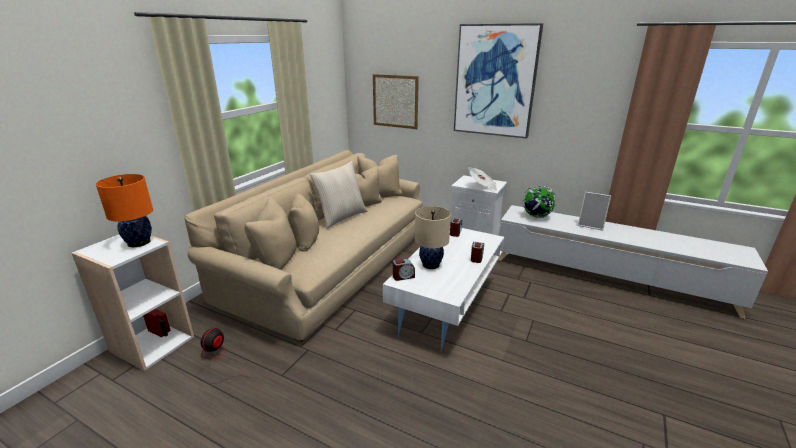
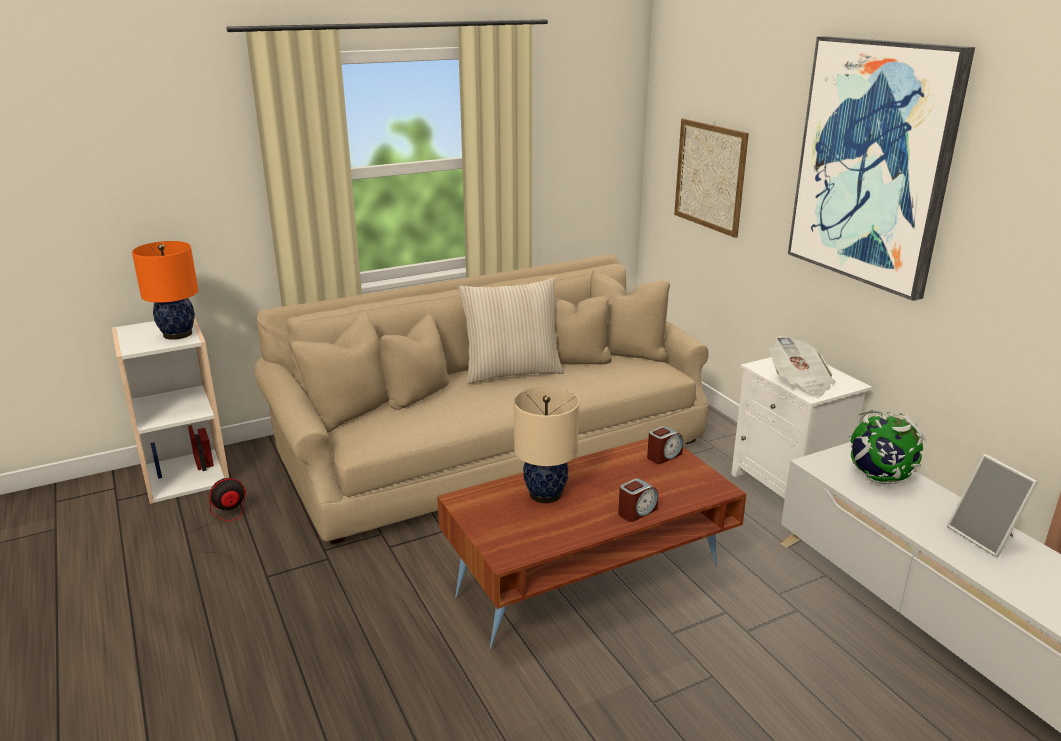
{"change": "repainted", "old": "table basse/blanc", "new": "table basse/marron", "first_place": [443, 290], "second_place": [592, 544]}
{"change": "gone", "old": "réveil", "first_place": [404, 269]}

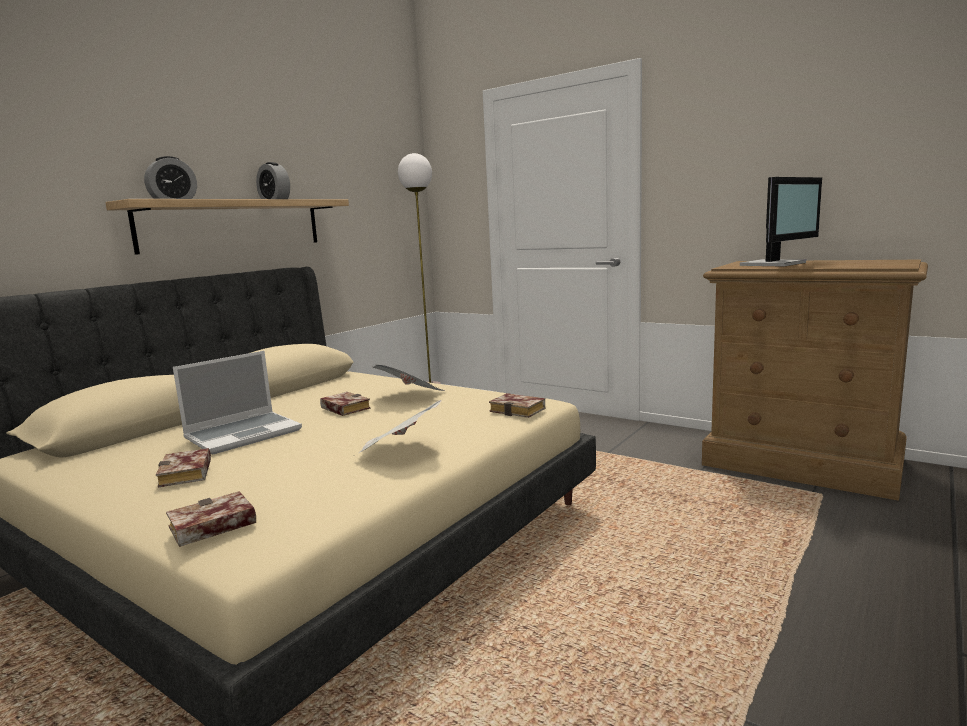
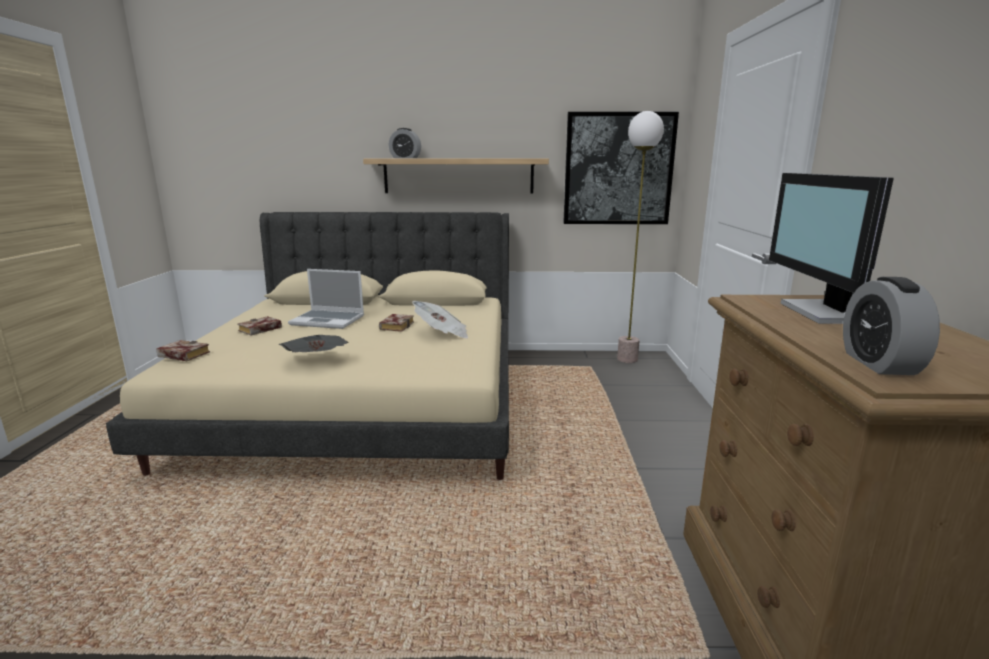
{"change": "shifted", "old": "réveil", "first_place": [273, 180], "second_place": [891, 326]}
{"change": "rotated", "old": "écran d'ordinateur", "first_place": [781, 222], "second_place": [831, 248], "degrees": 75}
{"change": "gone", "old": "livre", "first_place": [517, 405]}
{"change": "new", "new": "tableau", "second_place": [621, 168]}

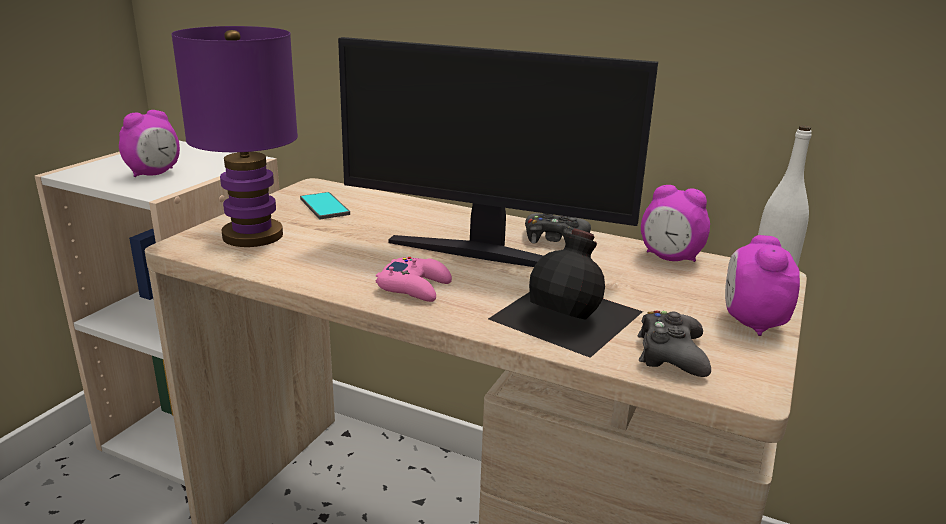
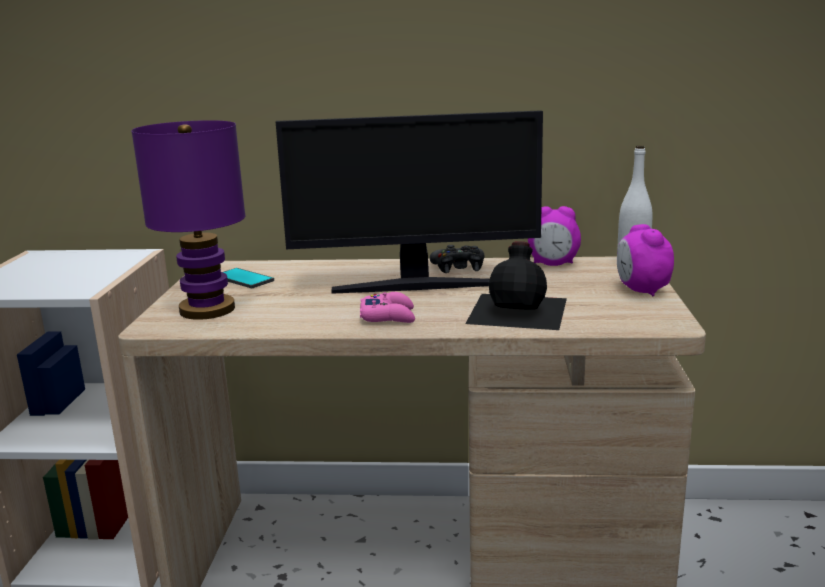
{"change": "gone", "old": "réveil", "first_place": [149, 143]}
{"change": "gone", "old": "manette/noir", "first_place": [674, 344]}

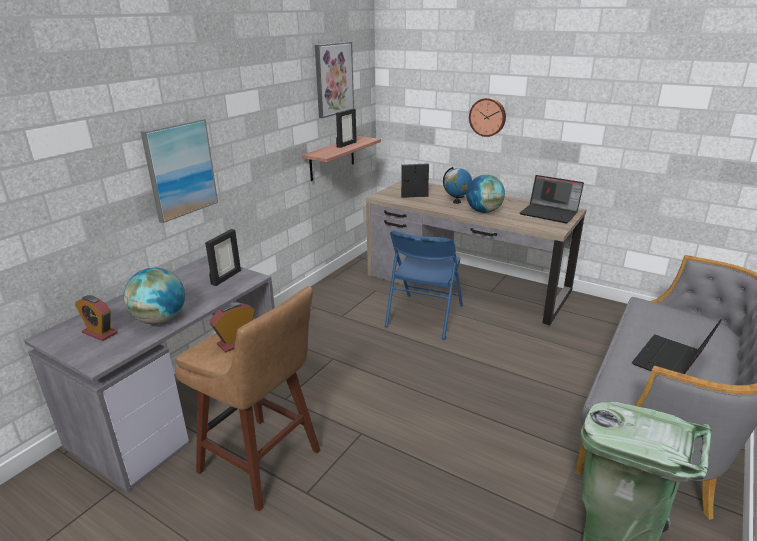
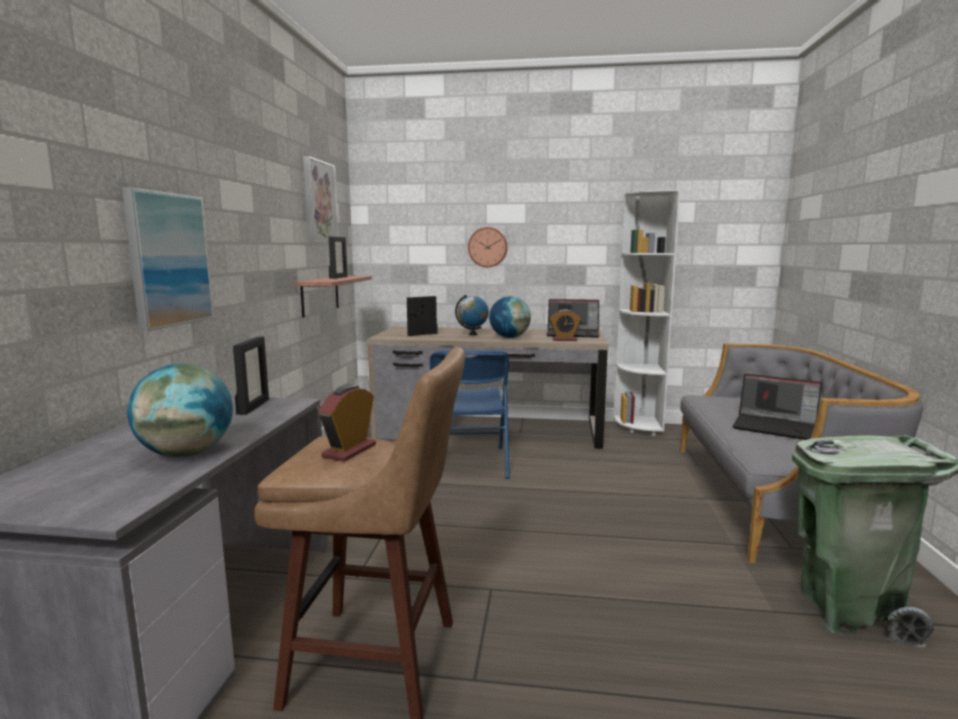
{"change": "shifted", "old": "réveil", "first_place": [96, 318], "second_place": [565, 325]}
{"change": "rotated", "old": "ordinateur portable", "first_place": [677, 346], "second_place": [777, 407], "degrees": -75}
{"change": "new", "new": "bibliothèque/blanc", "second_place": [647, 312]}

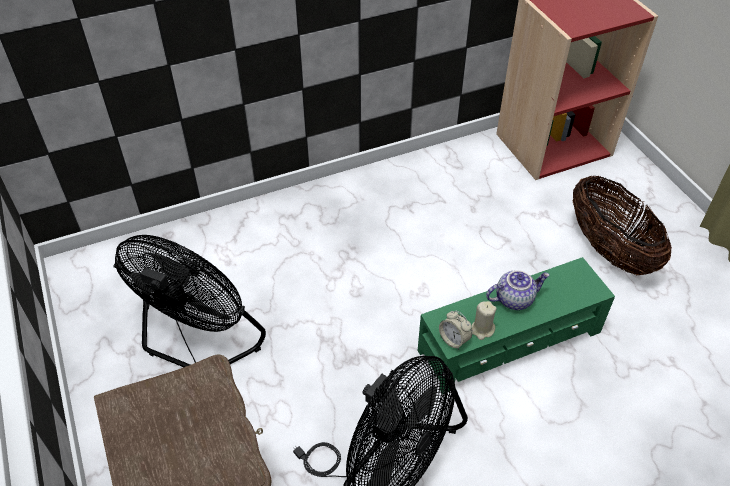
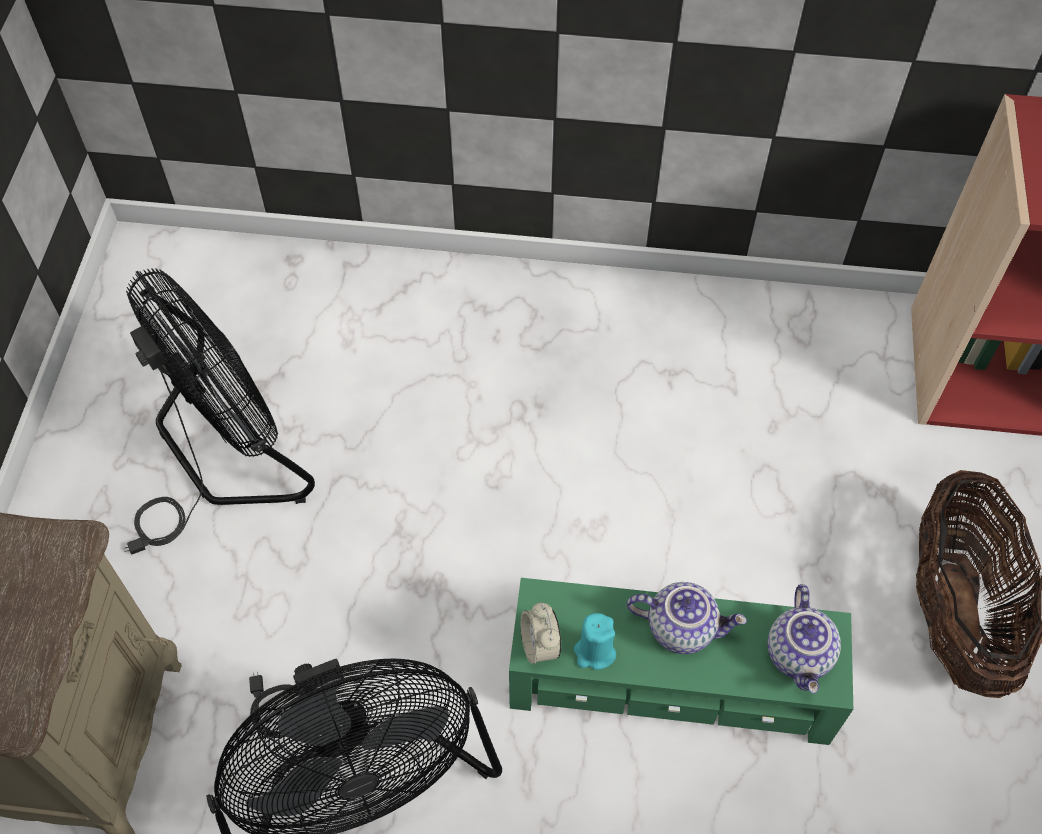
{"change": "repainted", "old": "bougie/beige", "new": "bougie/turquoise", "first_place": [484, 320], "second_place": [595, 641]}
{"change": "new", "new": "théière", "second_place": [804, 639]}

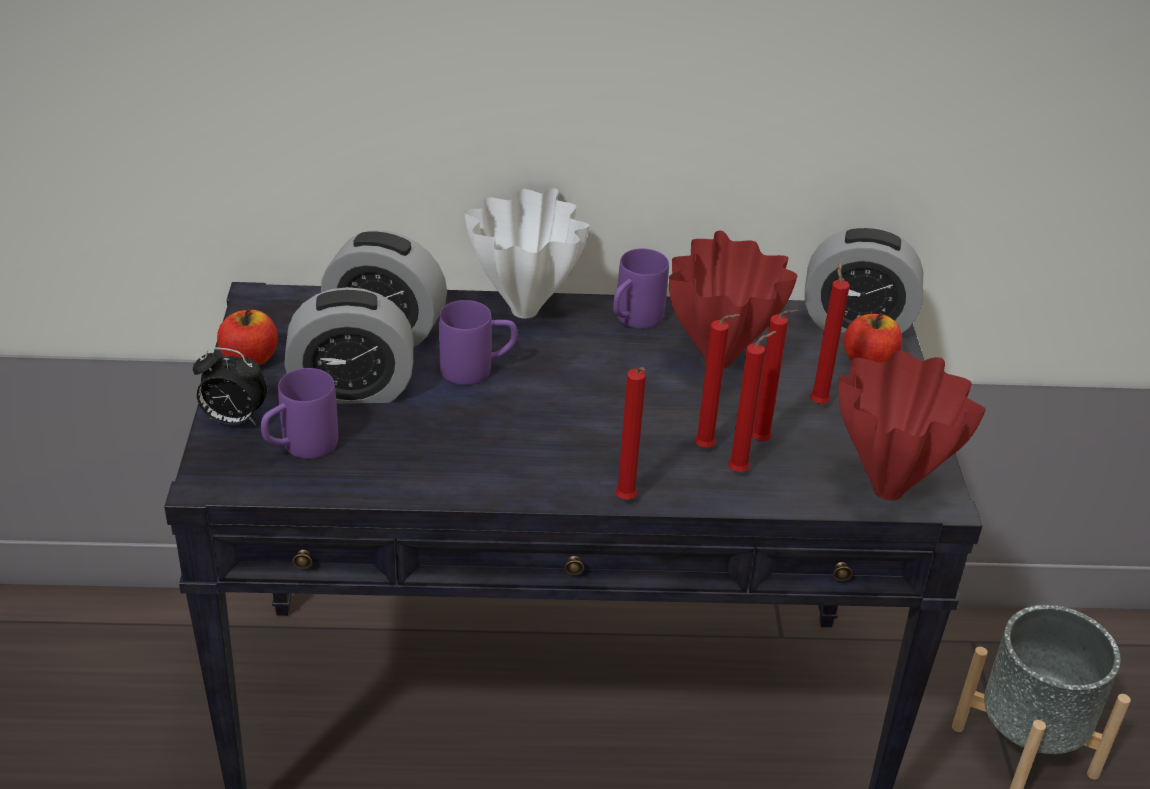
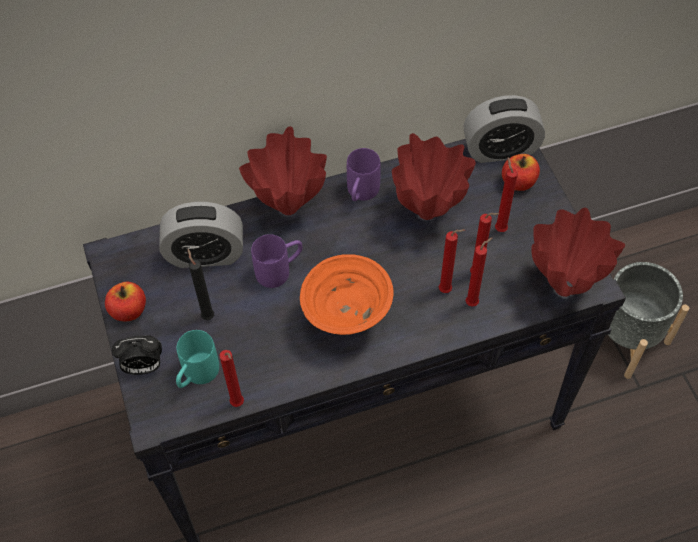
{"change": "repainted", "old": "vase/blanc", "new": "vase/rouge", "first_place": [527, 254], "second_place": [283, 170]}
{"change": "swapped", "old": "réveil", "new": "bougie/noir", "first_place": [348, 345], "second_place": [201, 284]}
{"change": "shifted", "old": "bougie/rouge", "first_place": [630, 433], "second_place": [231, 378]}
{"change": "repainted", "old": "mug/violet", "new": "mug/turquoise", "first_place": [299, 413], "second_place": [197, 359]}
{"change": "new", "new": "bol/orange", "second_place": [347, 294]}

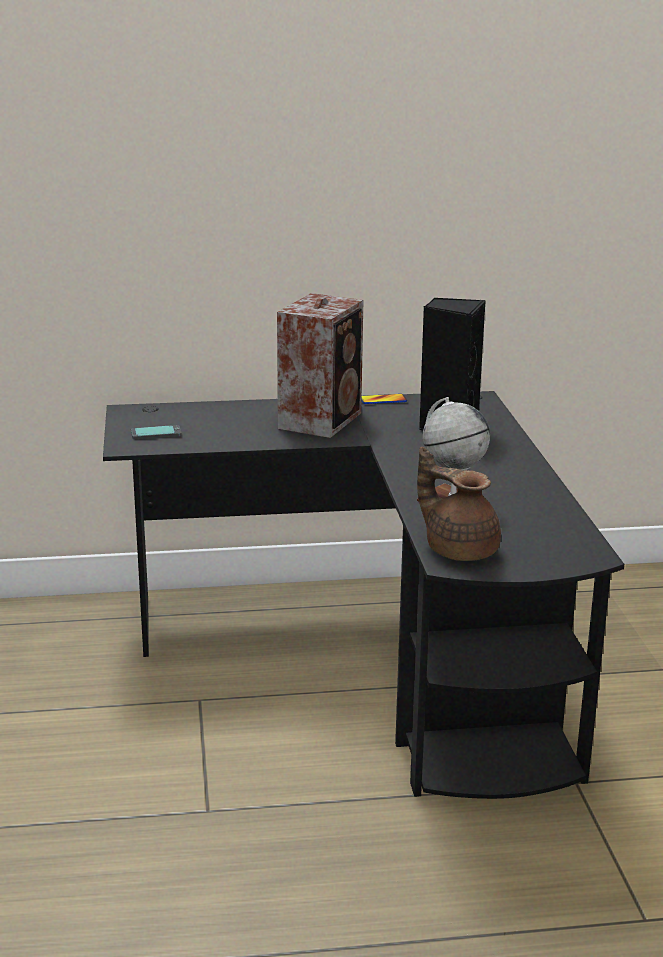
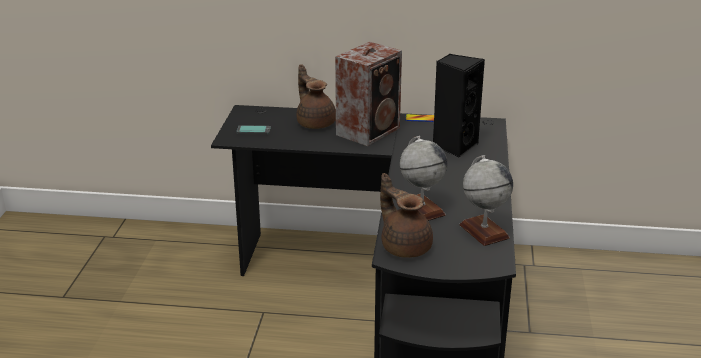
{"change": "new", "new": "théière/marron", "second_place": [316, 96]}
{"change": "new", "new": "globe", "second_place": [486, 200]}

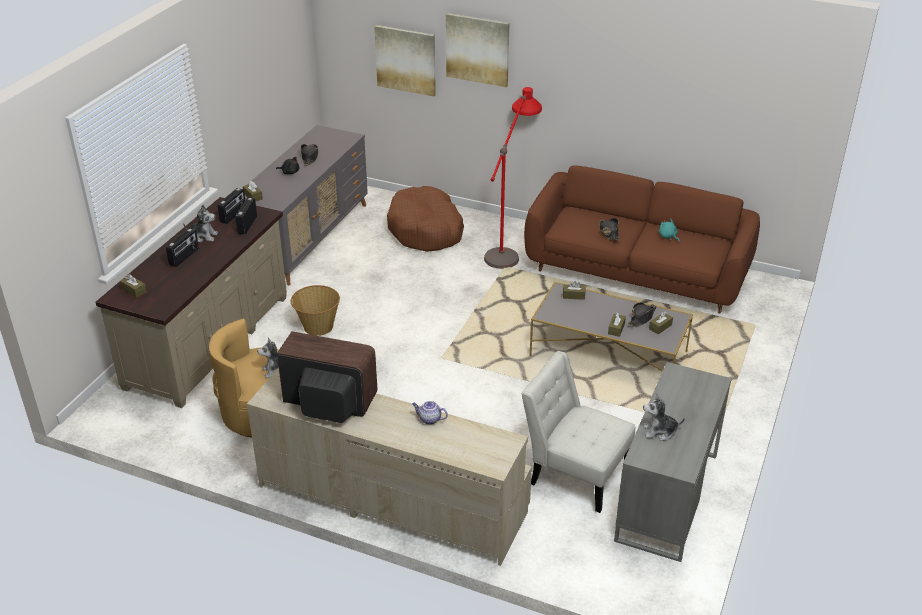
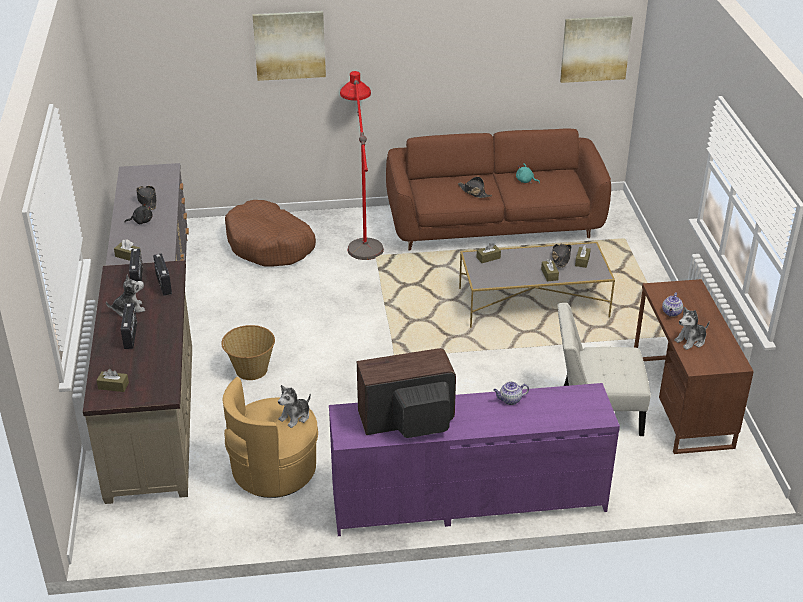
{"change": "shifted", "old": "tableau", "first_place": [405, 60], "second_place": [596, 49]}
{"change": "repainted", "old": "bureau/gris", "new": "bureau/marron", "first_place": [673, 462], "second_place": [694, 366]}
{"change": "repainted", "old": "meuble télé/beige", "new": "meuble télé/violet", "first_place": [389, 467], "second_place": [474, 459]}
{"change": "new", "new": "théière", "second_place": [672, 304]}

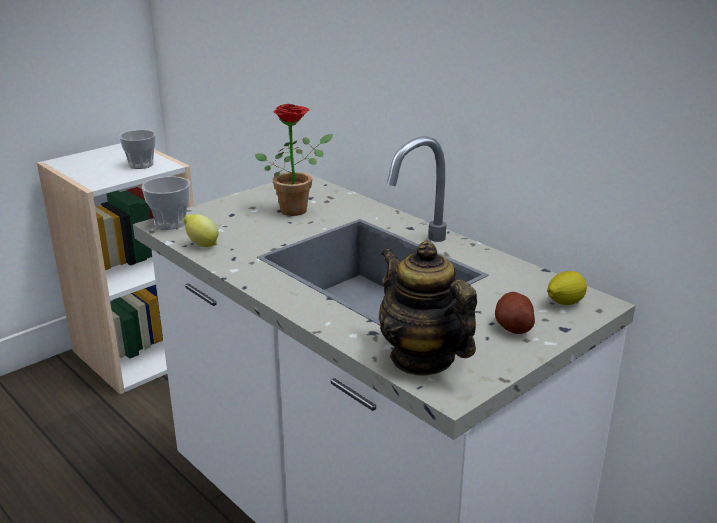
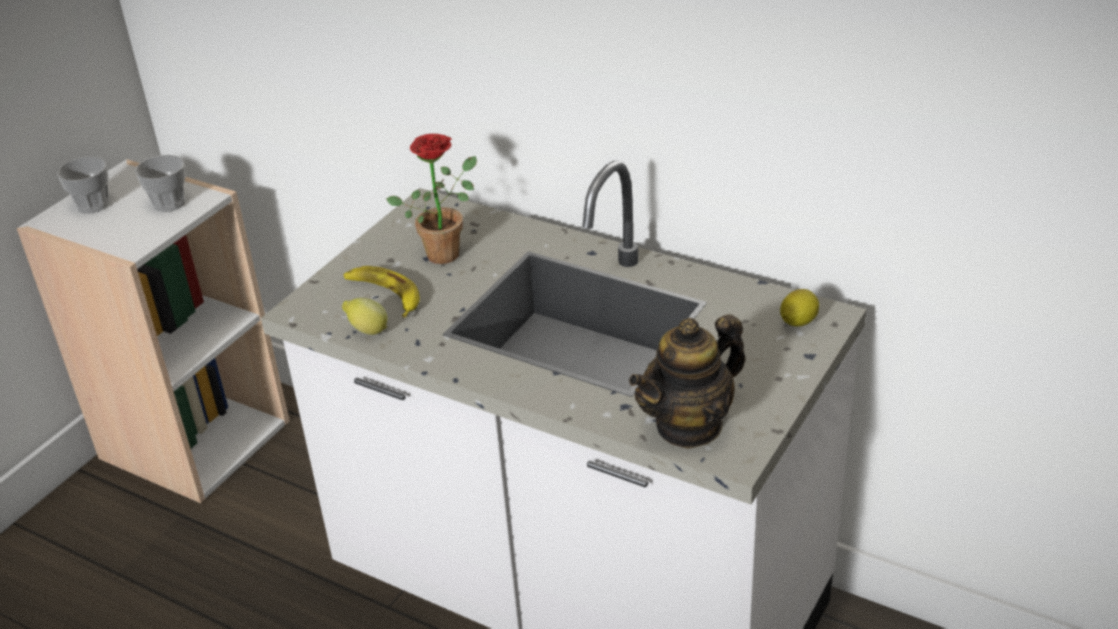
{"change": "shifted", "old": "tasse", "first_place": [166, 203], "second_place": [83, 185]}
{"change": "rotated", "old": "théière", "first_place": [428, 308], "second_place": [687, 381], "degrees": -75}
{"change": "gone", "old": "pomme de terre", "first_place": [515, 313]}
{"change": "new", "new": "banane", "second_place": [382, 292]}

